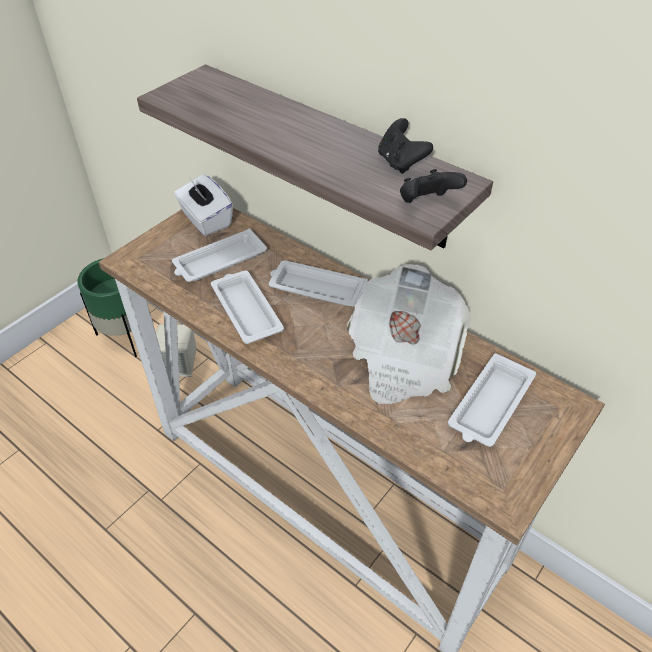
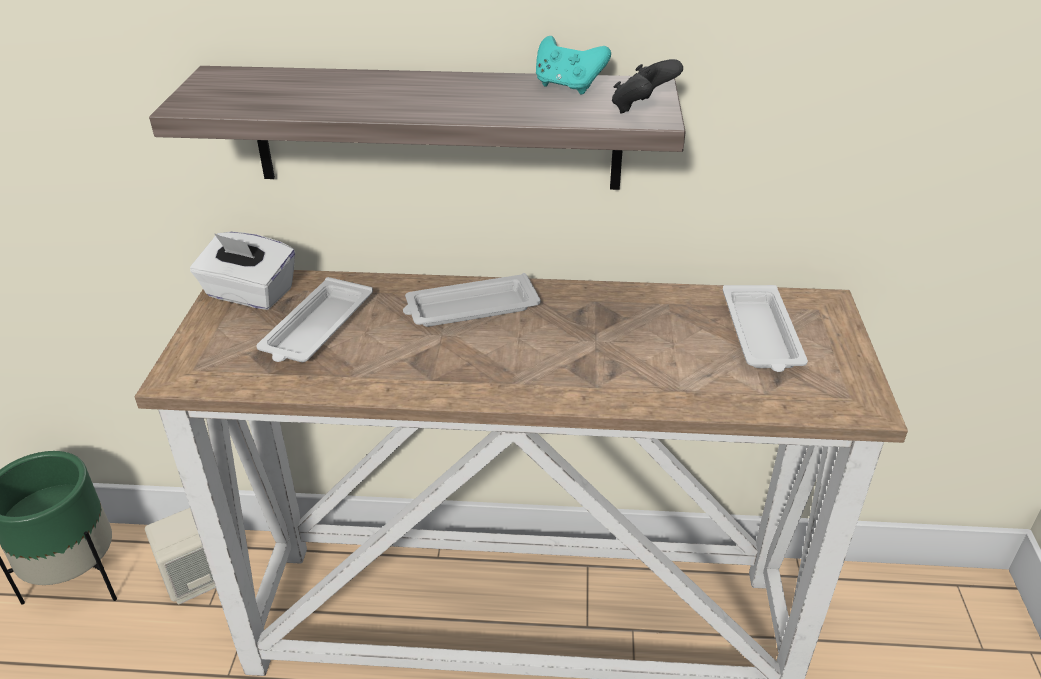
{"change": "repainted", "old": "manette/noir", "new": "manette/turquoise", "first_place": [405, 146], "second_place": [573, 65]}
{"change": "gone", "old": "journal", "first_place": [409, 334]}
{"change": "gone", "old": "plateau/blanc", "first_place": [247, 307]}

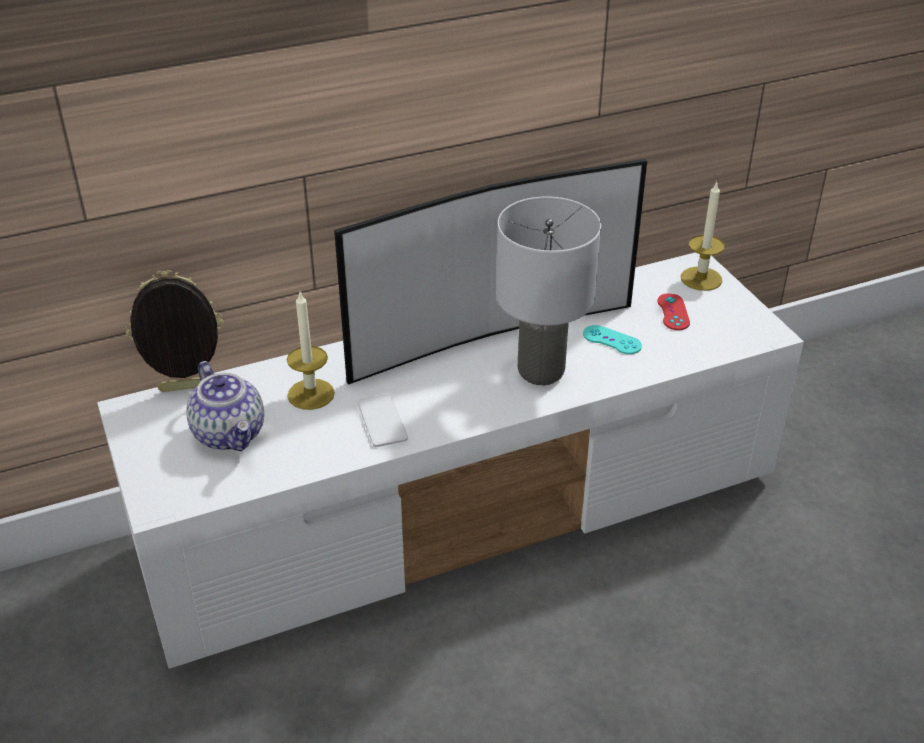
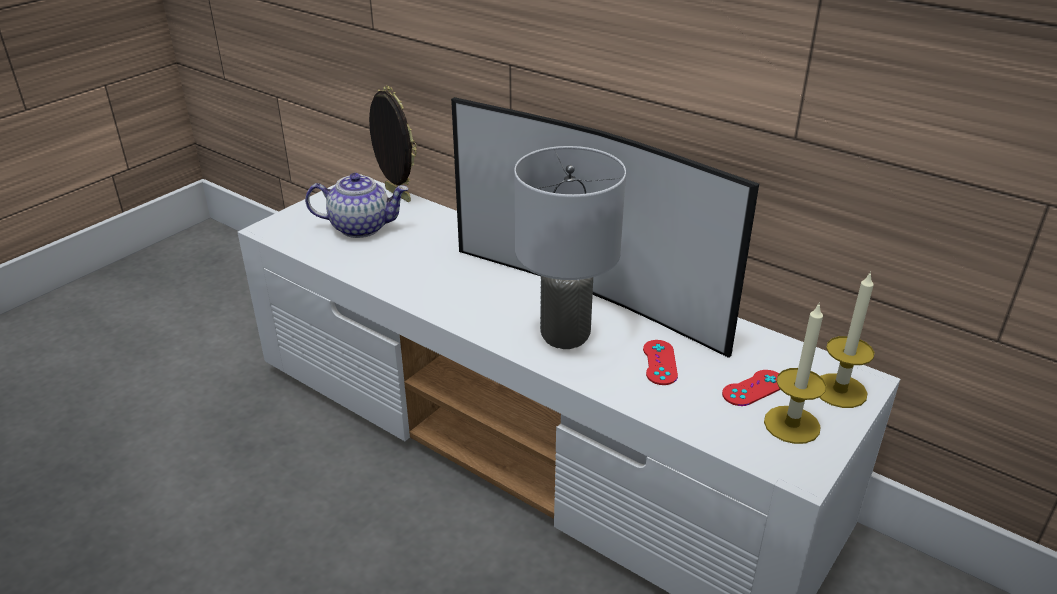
{"change": "shifted", "old": "bougie", "first_place": [311, 351], "second_place": [795, 373]}
{"change": "repainted", "old": "manette/turquoise", "new": "manette/rouge", "first_place": [612, 339], "second_place": [660, 362]}
{"change": "rotated", "old": "théière", "first_place": [225, 406], "second_place": [357, 205], "degrees": -120}
{"change": "gone", "old": "téléphone", "first_place": [383, 420]}

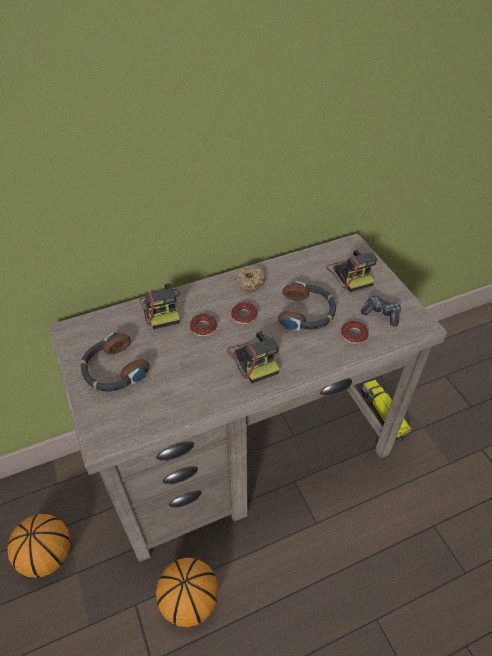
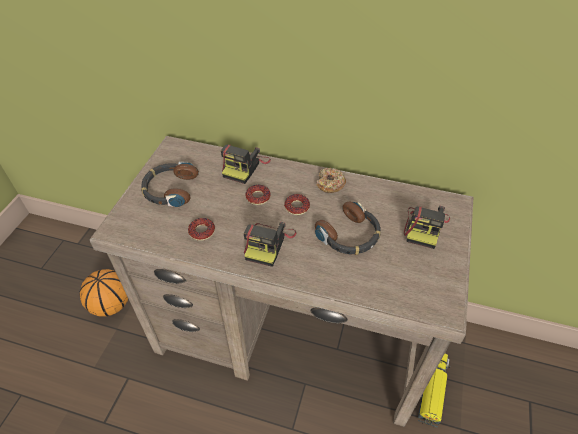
{"change": "gone", "old": "manette", "first_place": [381, 311]}
{"change": "shifted", "old": "beignet", "first_place": [355, 332], "second_place": [201, 229]}
{"change": "gone", "old": "ballon de basket", "first_place": [187, 592]}

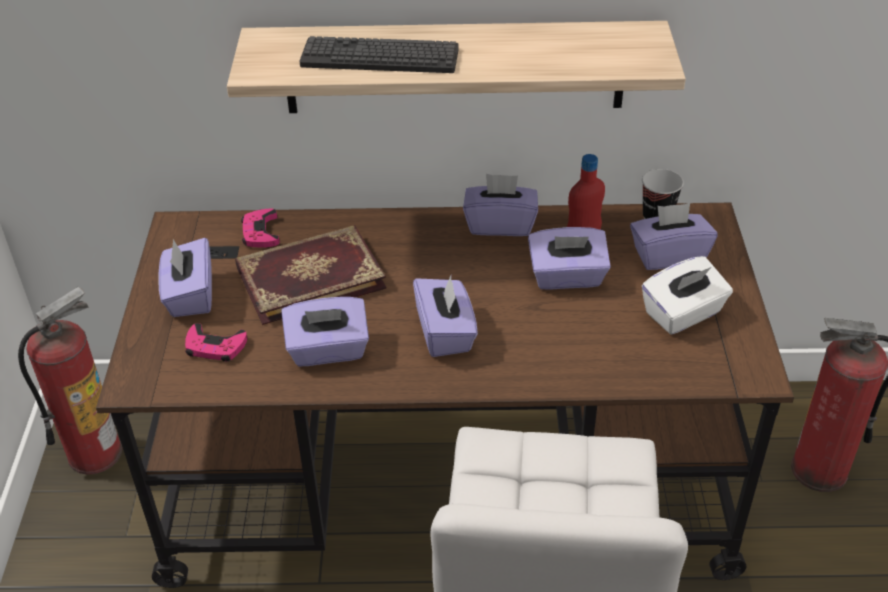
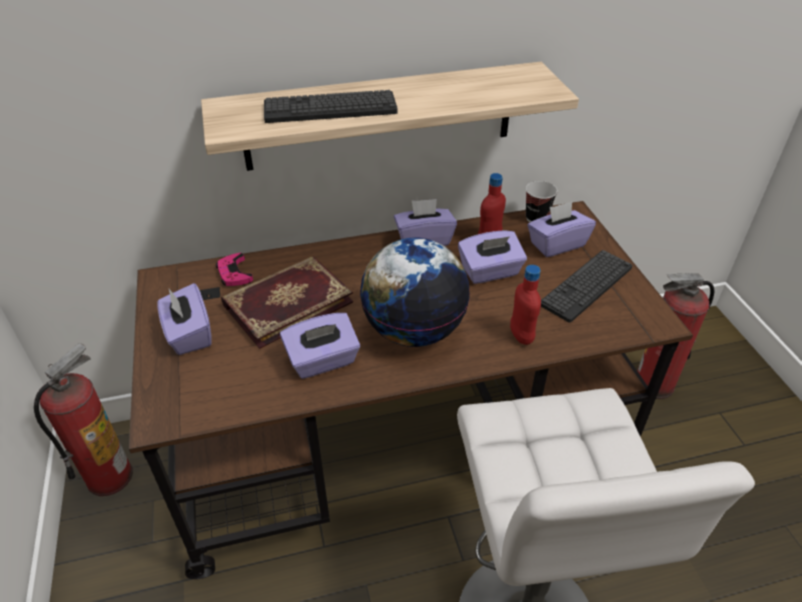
{"change": "swapped", "old": "boîte à mouchoirs/blanc", "new": "clavier", "first_place": [687, 295], "second_place": [586, 286]}
{"change": "swapped", "old": "boîte à mouchoirs/violet", "new": "globe", "first_place": [445, 316], "second_place": [415, 292]}
{"change": "gone", "old": "manette/rose", "first_place": [216, 342]}
{"change": "new", "new": "bouteille/rouge", "second_place": [525, 305]}

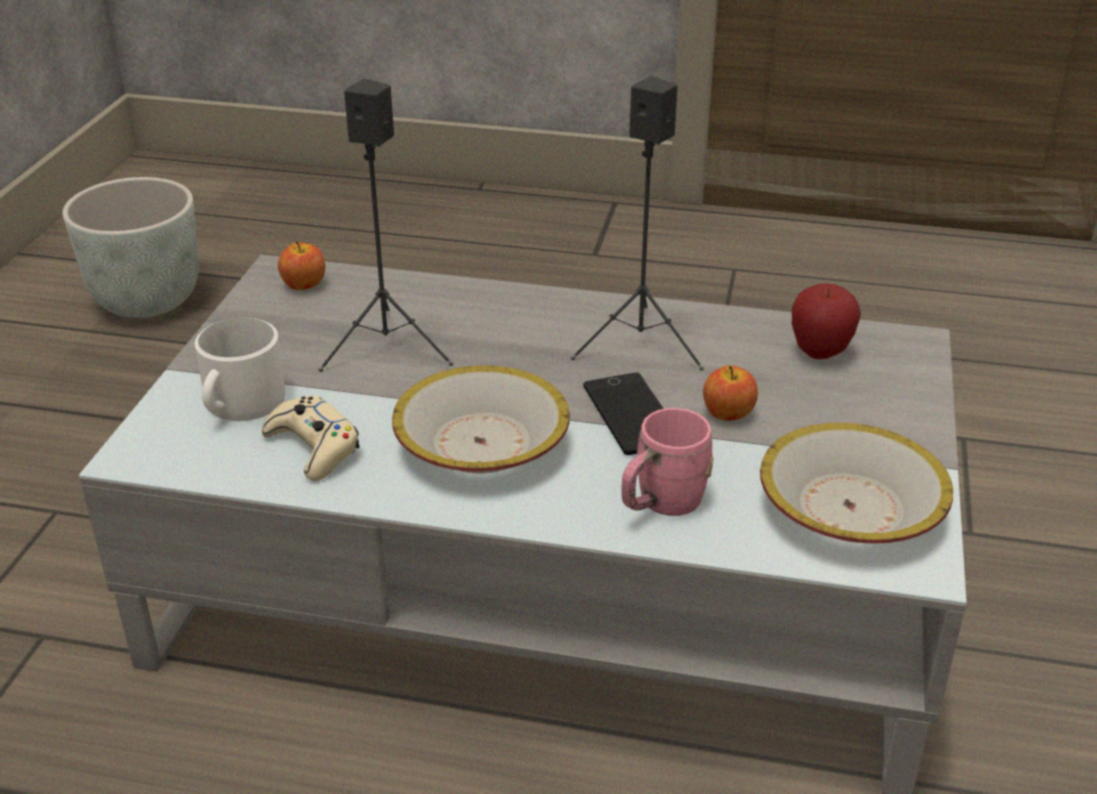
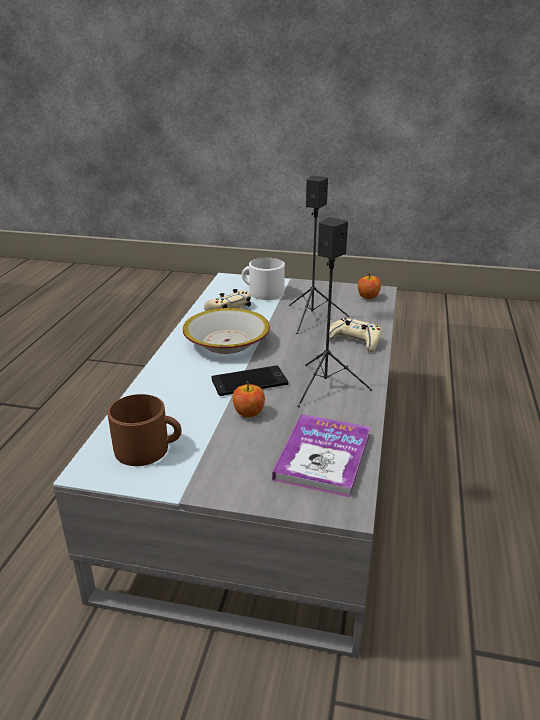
{"change": "gone", "old": "cache-pot/gris", "first_place": [130, 247]}
{"change": "swapped", "old": "pomme", "new": "livre", "first_place": [826, 321], "second_place": [321, 455]}
{"change": "gone", "old": "mug/rose", "first_place": [667, 462]}
{"change": "swapped", "old": "bol", "new": "mug/marron", "first_place": [856, 483], "second_place": [144, 430]}
{"change": "new", "new": "manette/beige", "second_place": [355, 335]}

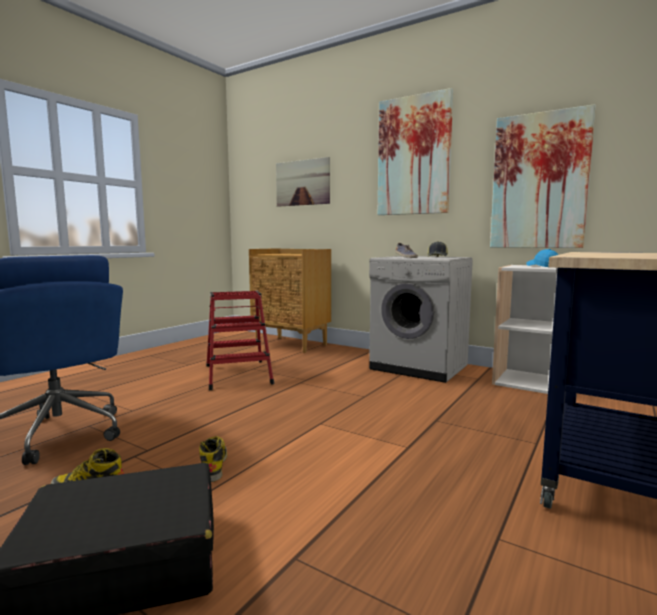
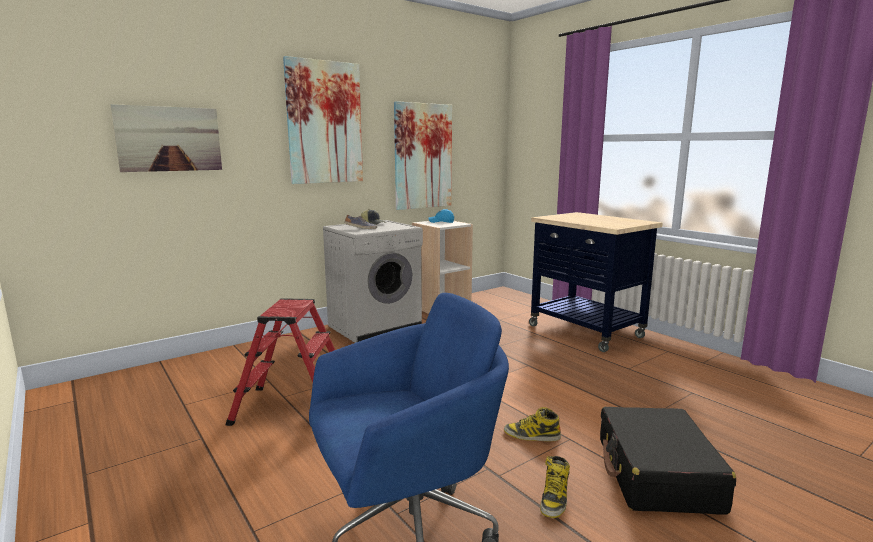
{"change": "gone", "old": "meuble de rangement/marron", "first_place": [290, 300]}

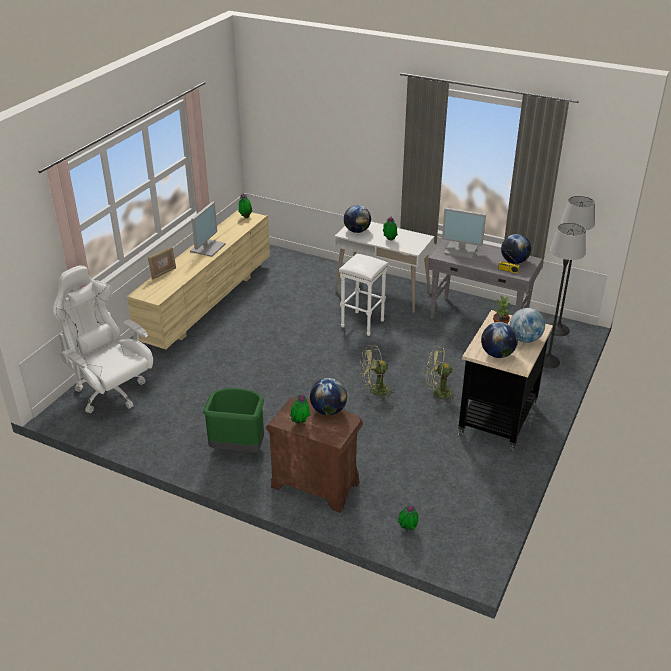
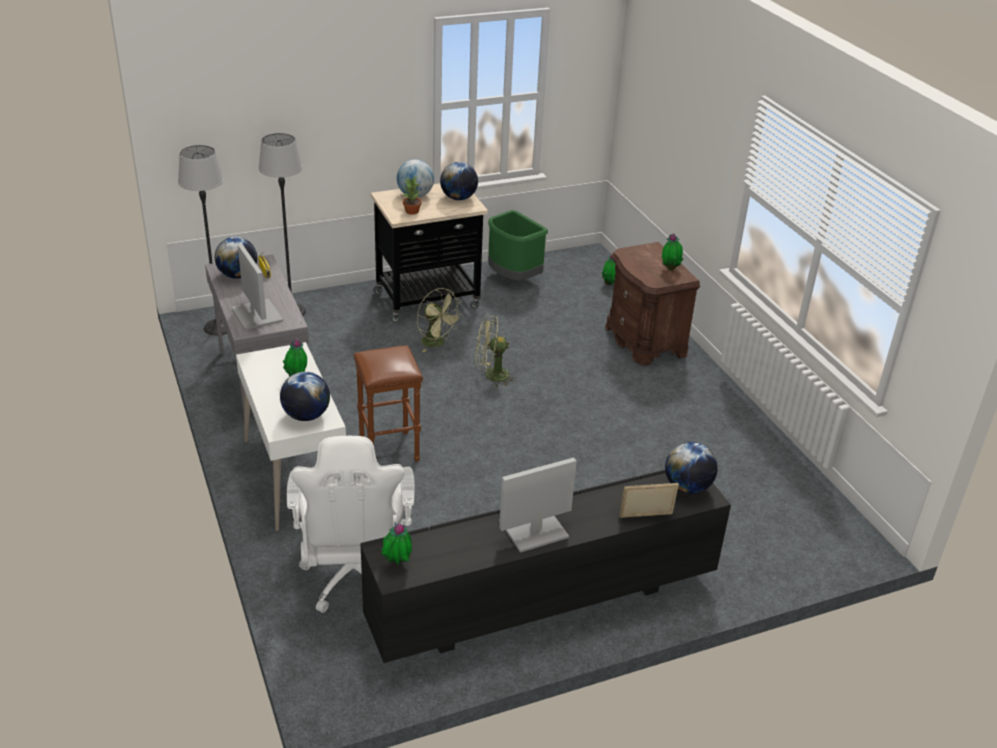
{"change": "repainted", "old": "meuble de rangement/beige", "new": "meuble de rangement/noir", "first_place": [198, 279], "second_place": [545, 566]}
{"change": "repainted", "old": "tabouret/blanc", "new": "tabouret/marron", "first_place": [363, 295], "second_place": [388, 403]}
{"change": "shifted", "old": "chaise de bureau/blanc", "first_place": [102, 339], "second_place": [351, 524]}
{"change": "rotated", "old": "ventilateur/vert", "first_place": [378, 373], "second_place": [496, 351], "degrees": 150}
{"change": "shifted", "old": "globe", "first_place": [328, 396], "second_place": [691, 468]}
{"change": "shifted", "old": "poubelle/vert", "first_place": [233, 420], "second_place": [518, 245]}

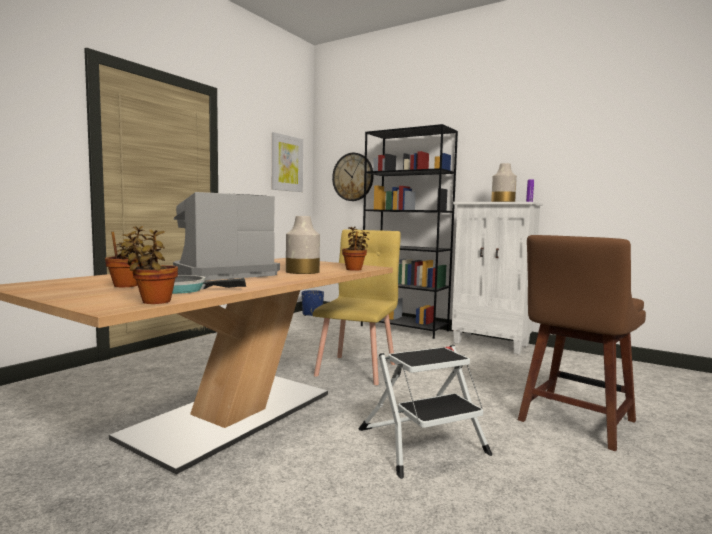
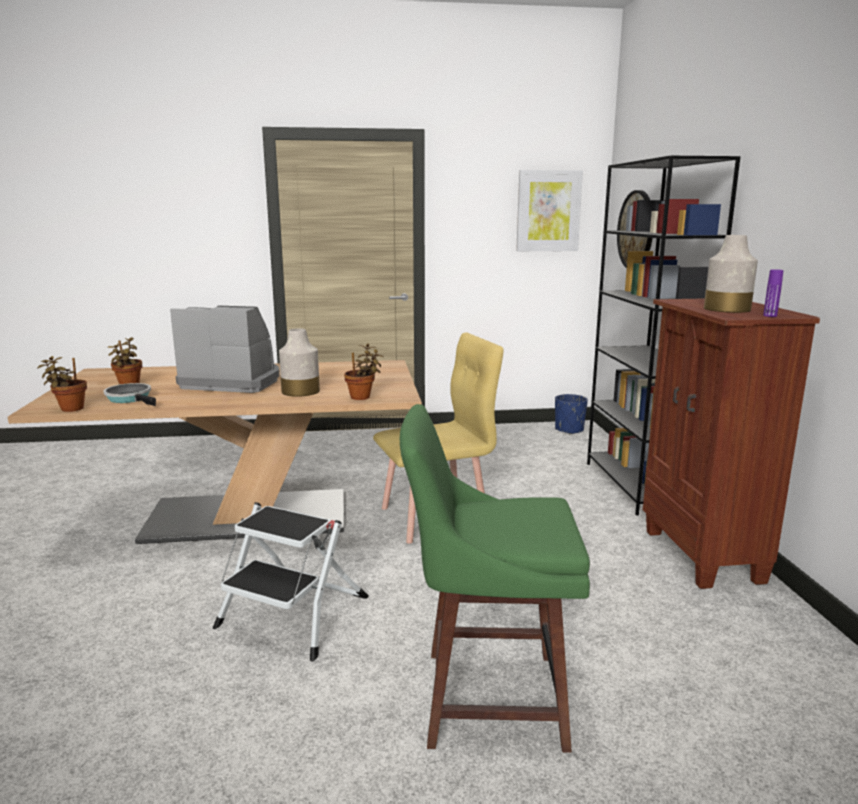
{"change": "repainted", "old": "meuble de rangement/blanc", "new": "meuble de rangement/marron", "first_place": [497, 278], "second_place": [732, 443]}
{"change": "repainted", "old": "tabouret/marron", "new": "tabouret/vert", "first_place": [582, 343], "second_place": [495, 578]}

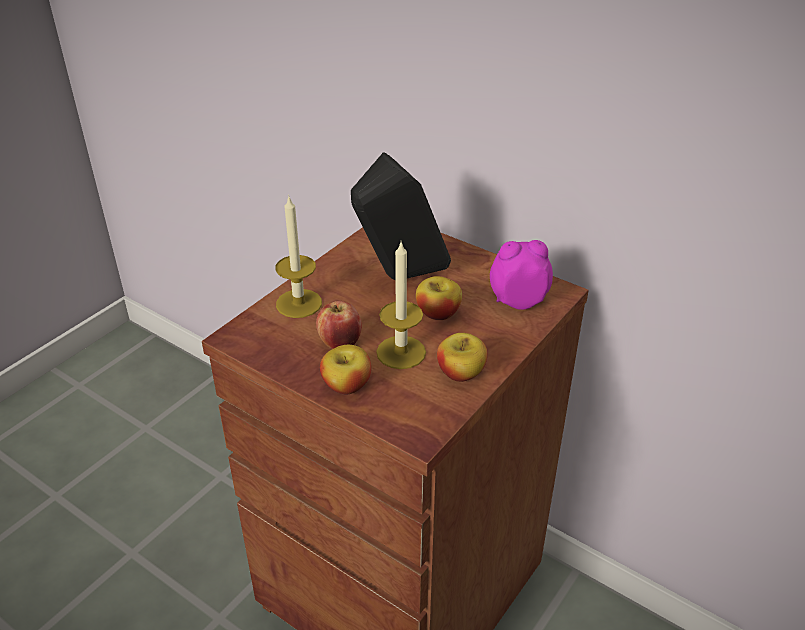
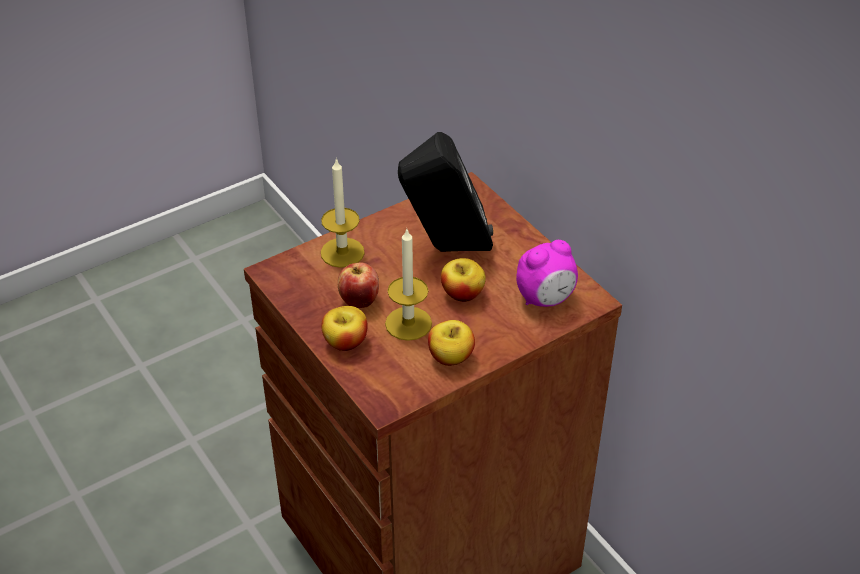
{"change": "rotated", "old": "réveil", "first_place": [521, 275], "second_place": [547, 273], "degrees": 135}

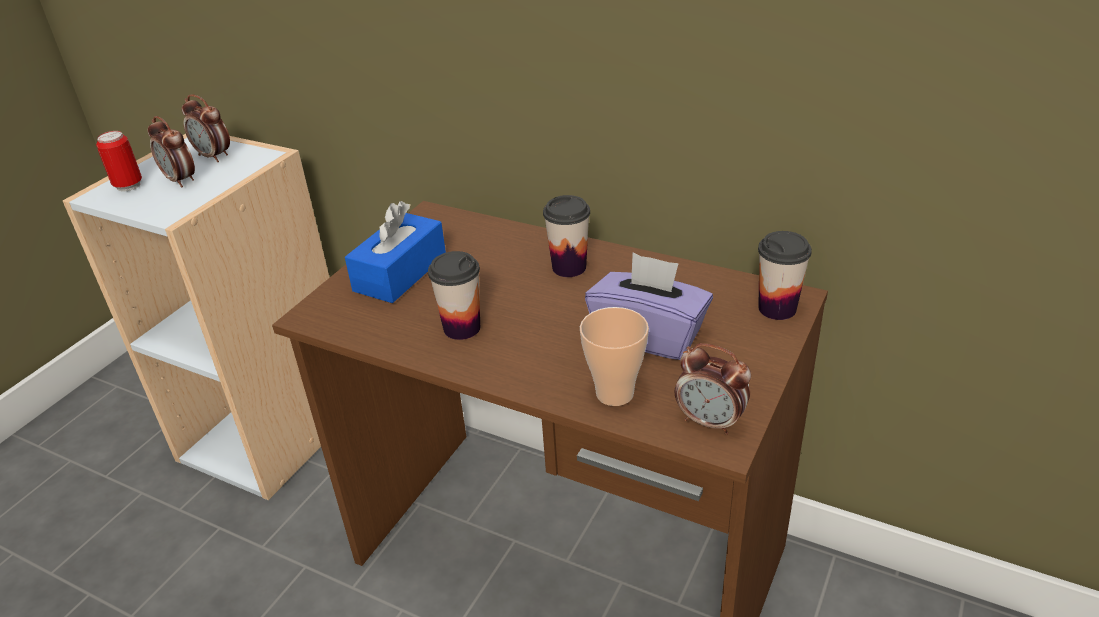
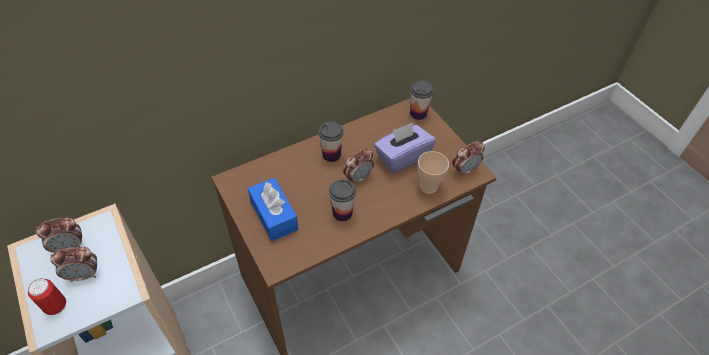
{"change": "new", "new": "réveil", "second_place": [358, 166]}

